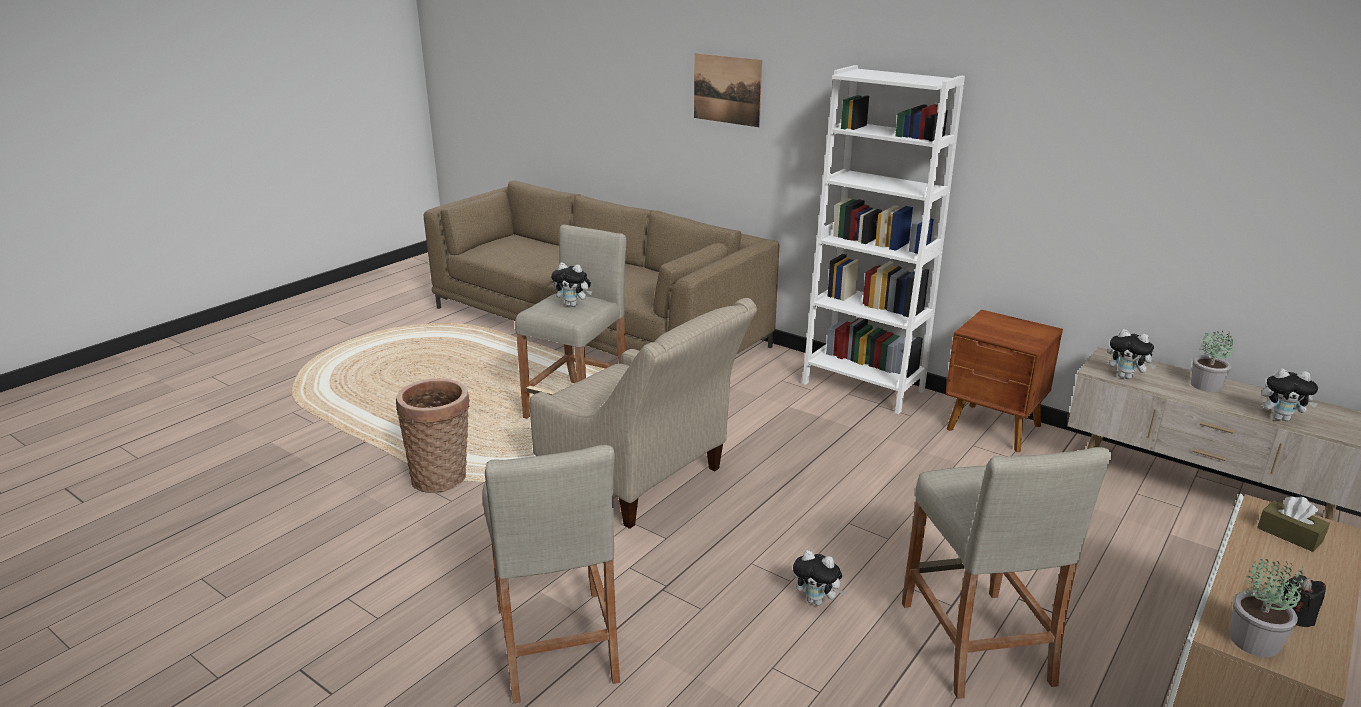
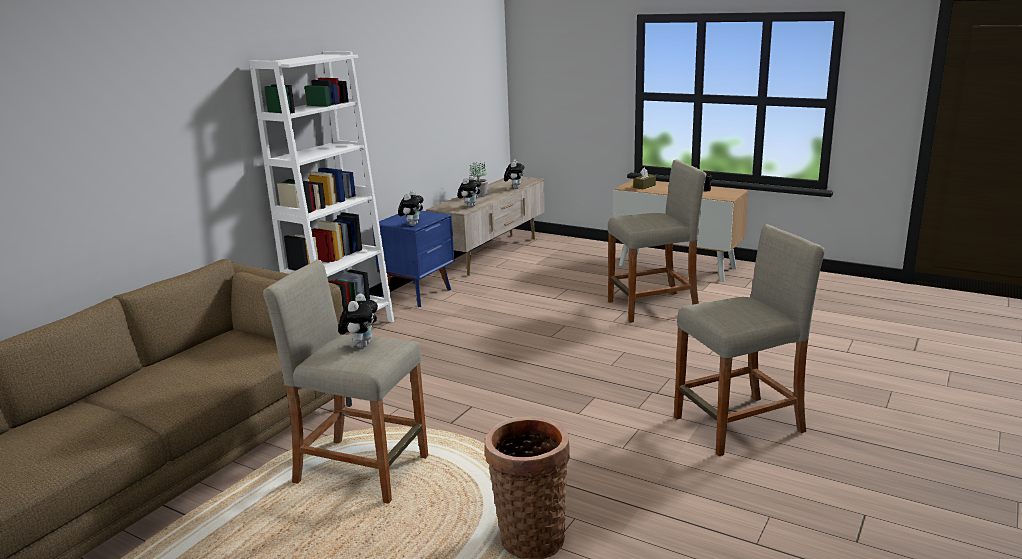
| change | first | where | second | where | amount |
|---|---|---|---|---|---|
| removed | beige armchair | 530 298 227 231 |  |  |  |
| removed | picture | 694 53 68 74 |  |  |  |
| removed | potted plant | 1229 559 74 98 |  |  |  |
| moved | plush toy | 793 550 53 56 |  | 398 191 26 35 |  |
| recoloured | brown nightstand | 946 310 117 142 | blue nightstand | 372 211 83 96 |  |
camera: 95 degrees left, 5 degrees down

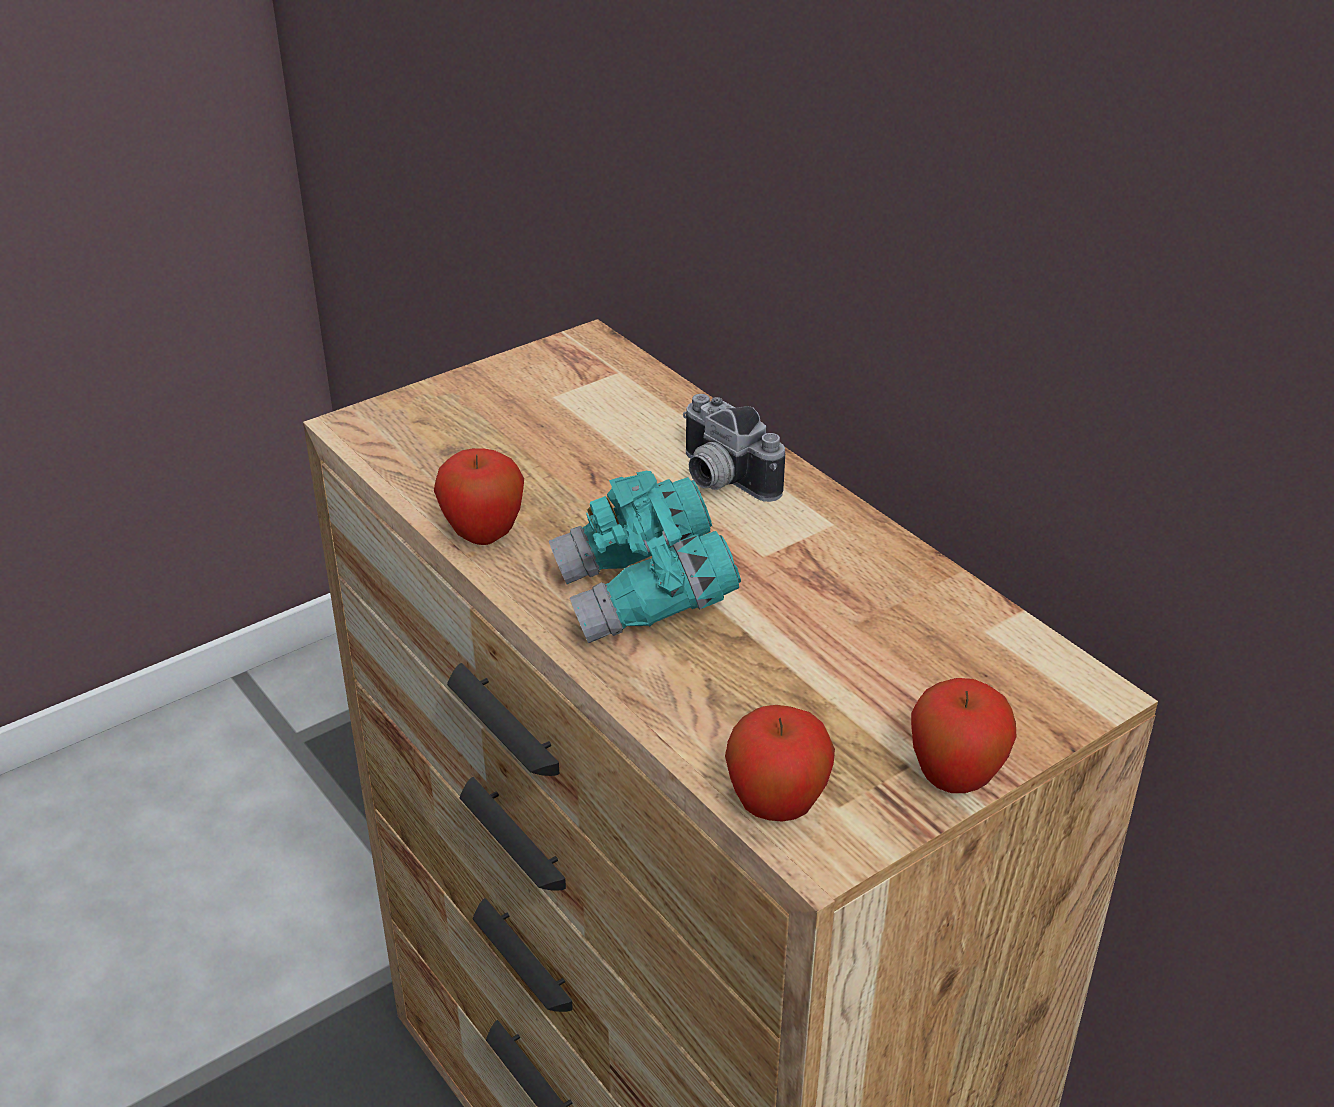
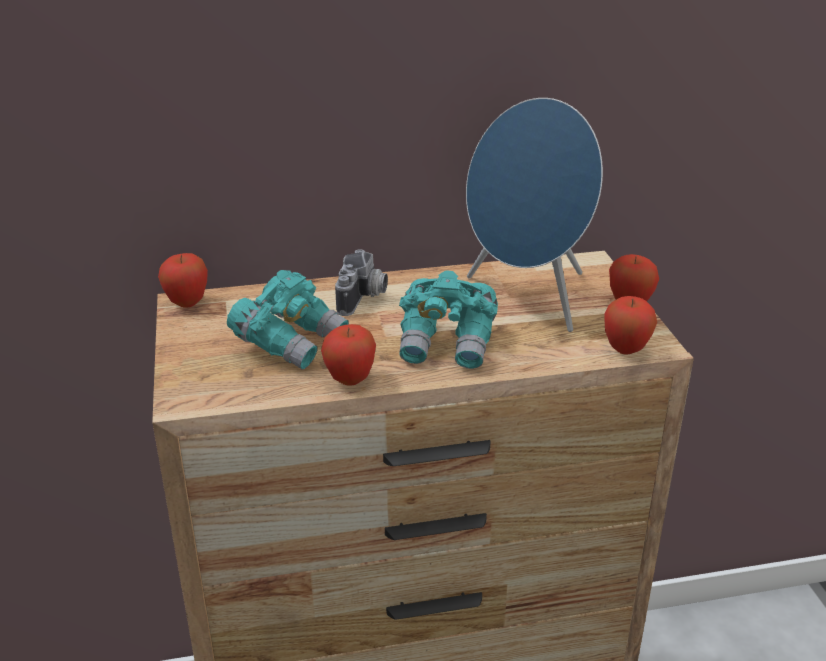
| change | first | where | second | where | amount |
|---|---|---|---|---|---|
| added |  |  | apple | 158 253 50 55 |  |
| added |  |  | turquoise binoculars | 227 270 122 100 |  |
| added |  |  | blue speaker | 466 98 137 234 |  |
| turned | photo camera | 683 394 102 108 |  | 335 249 53 67 | 60 degrees counterclockwise |
camera: 65 degrees left, 5 degrees down

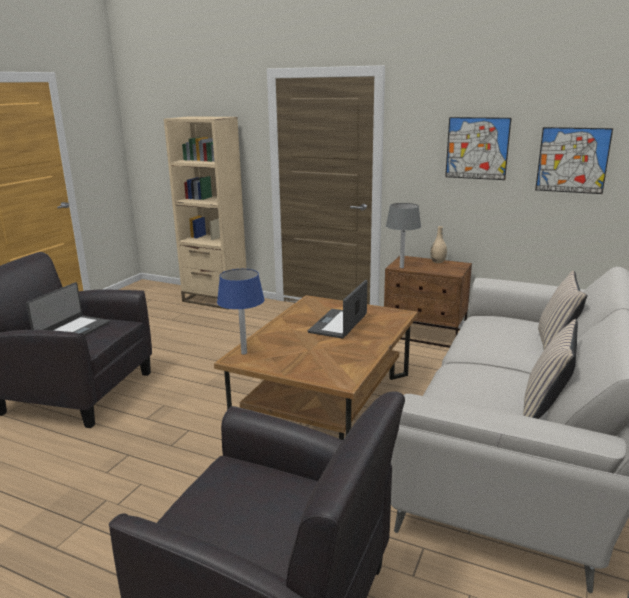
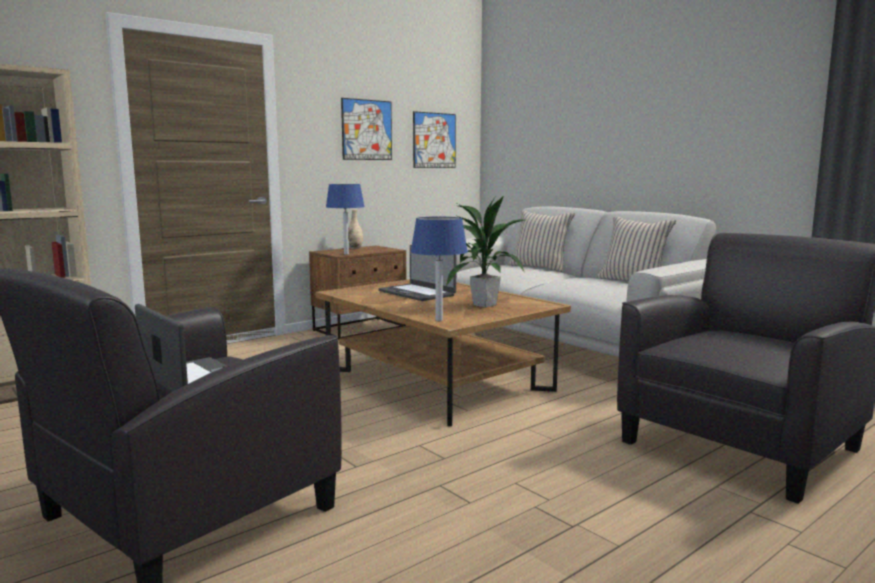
| change | first | where | second | where | amount |
|---|---|---|---|---|---|
| added |  |  | potted plant | 446 195 80 113 |  |
| recoloured | grey table lamp | 386 203 35 65 | blue table lamp | 326 184 39 71 |  |
camera: 65 degrees left, 10 degrees down

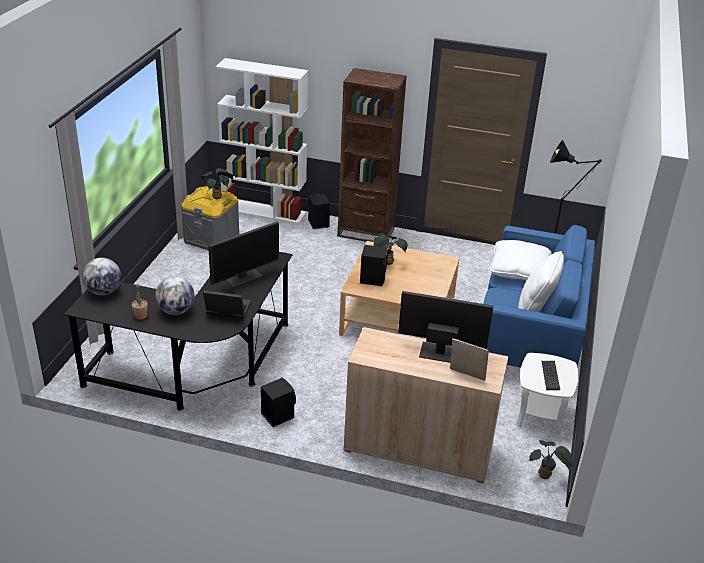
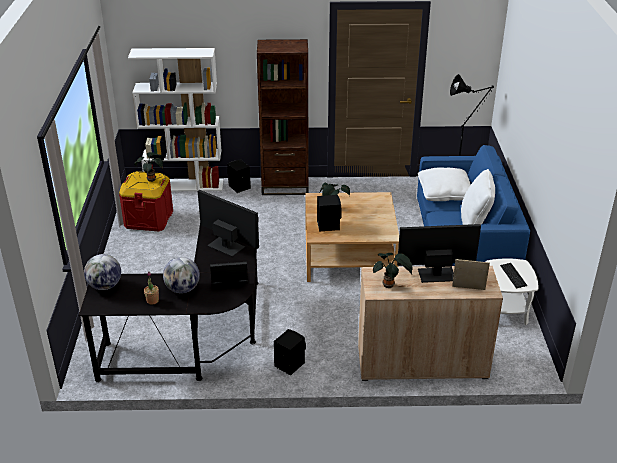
| change | first | where | second | where | amount |
|---|---|---|---|---|---|
| moved | potted plant | 529 440 44 39 |  | 373 253 39 35 |  |
| recoloured | grey storage box | 181 186 58 64 | red storage box | 119 171 54 60 |  |
| turned | monitor | 208 221 71 67 |  | 198 190 61 67 | 90 degrees counterclockwise |
camera: 15 degrees left, 0 degrees up

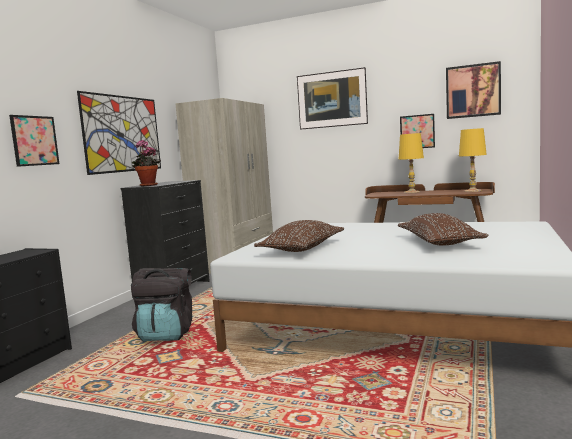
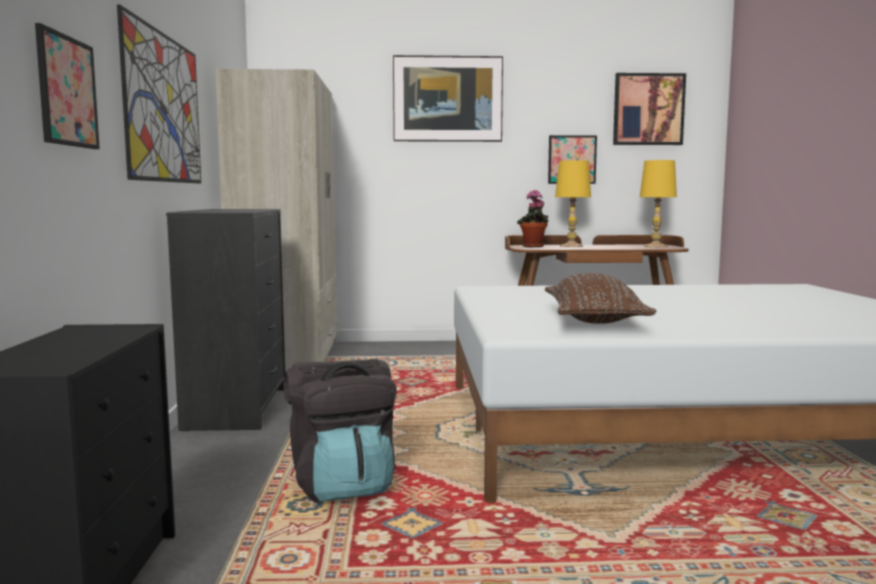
| change | first | where | second | where | amount |
|---|---|---|---|---|---|
| removed | brown pillow | 398 213 90 33 |  |  |  |
| moved | potted plant | 132 140 29 47 |  | 517 190 32 57 |  |
camera: 25 degrees left, 0 degrees up

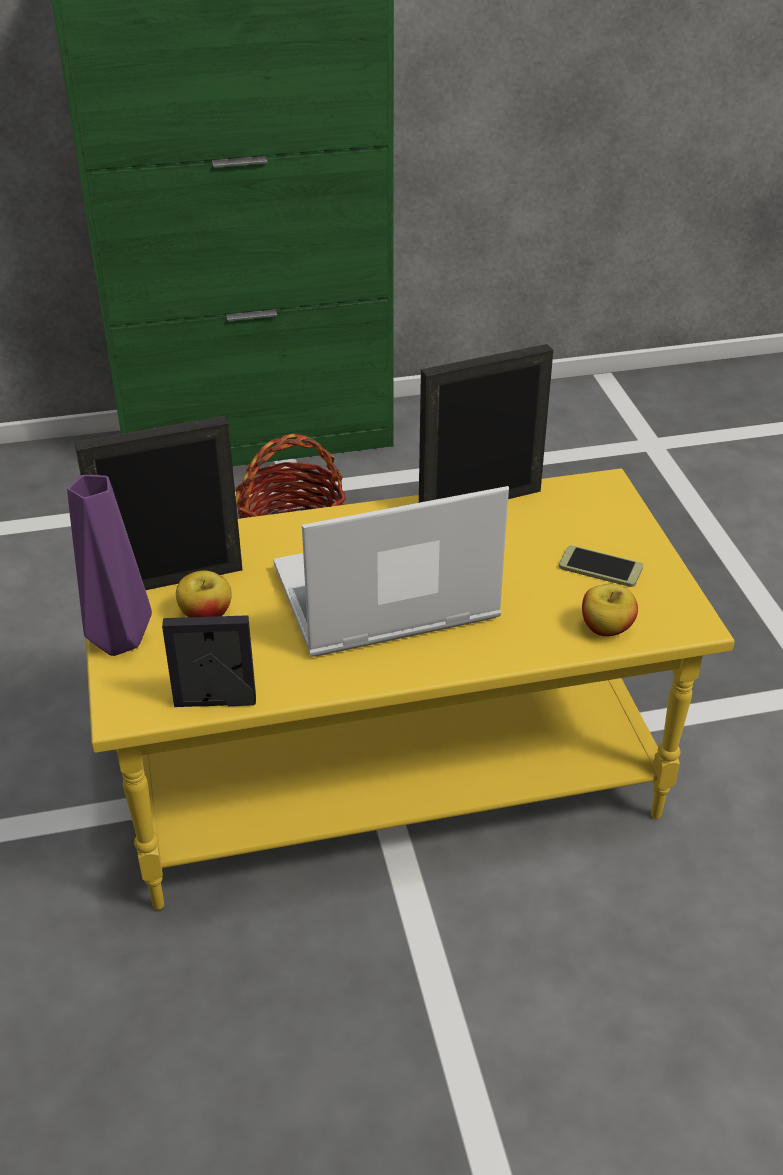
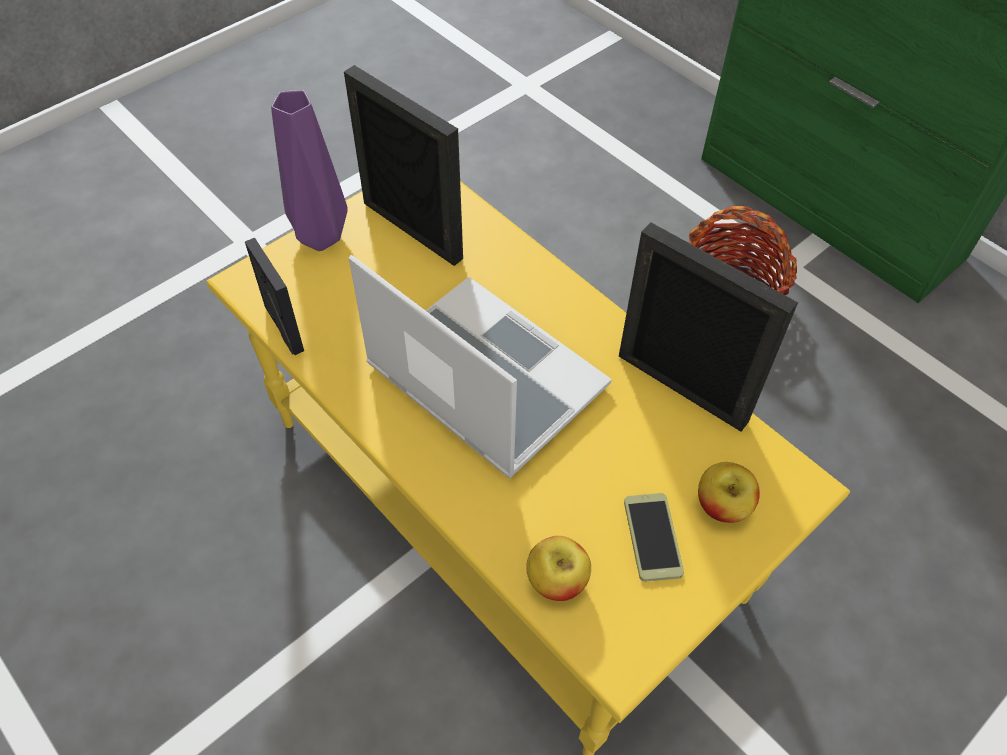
| change | first | where | second | where | amount |
|---|---|---|---|---|---|
| moved | apple | 176 570 56 47 |  | 698 462 62 61 |  |
camera: 60 degrees right, 15 degrees up

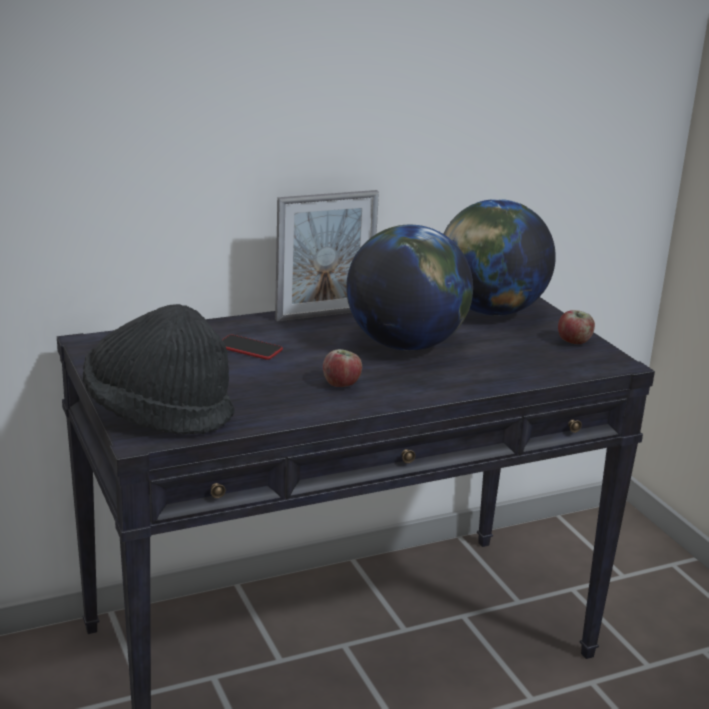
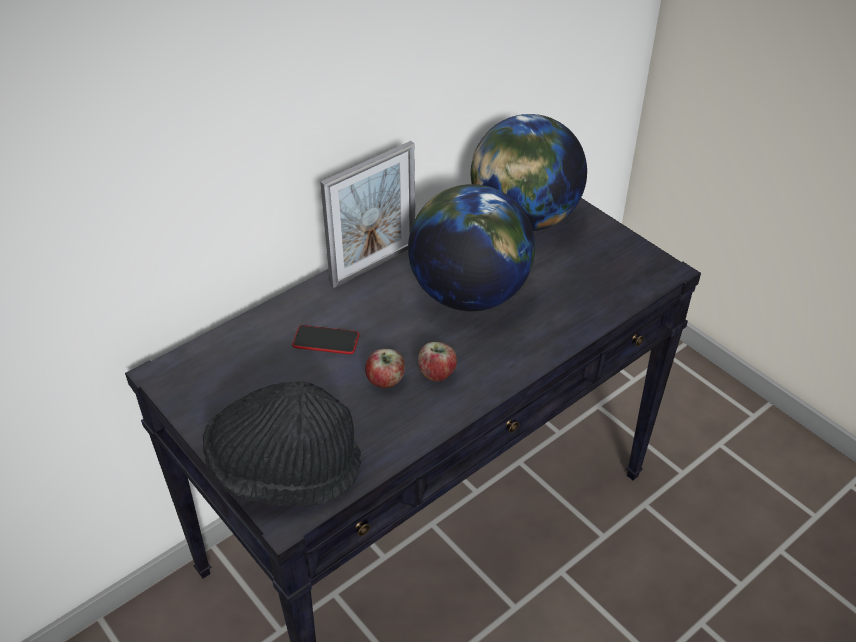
| change | first | where | second | where | amount |
|---|---|---|---|---|---|
| moved | apple | 558 310 37 34 |  | 365 349 40 39 |  |
camera: 15 degrees left, 20 degrees up

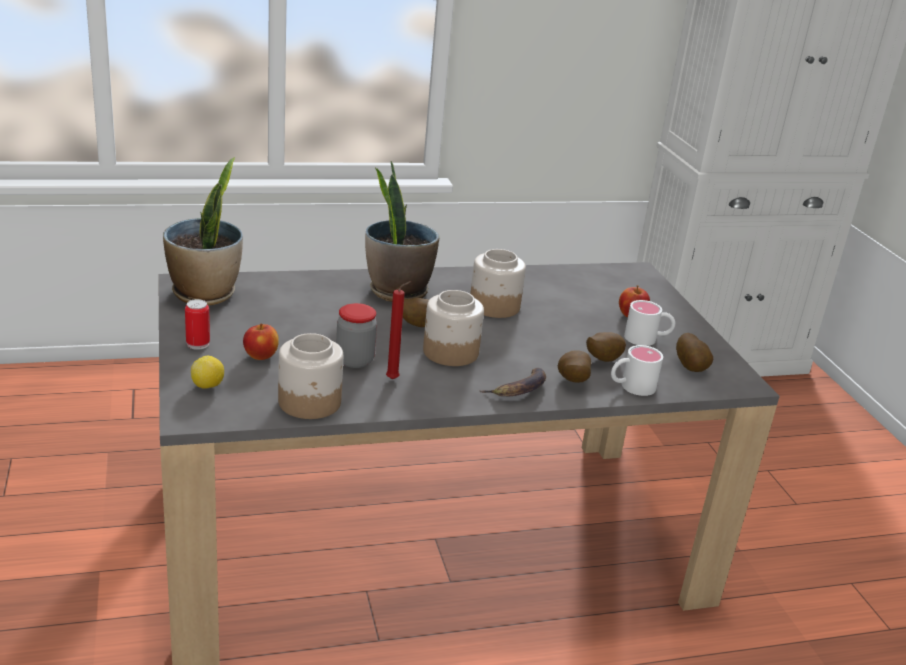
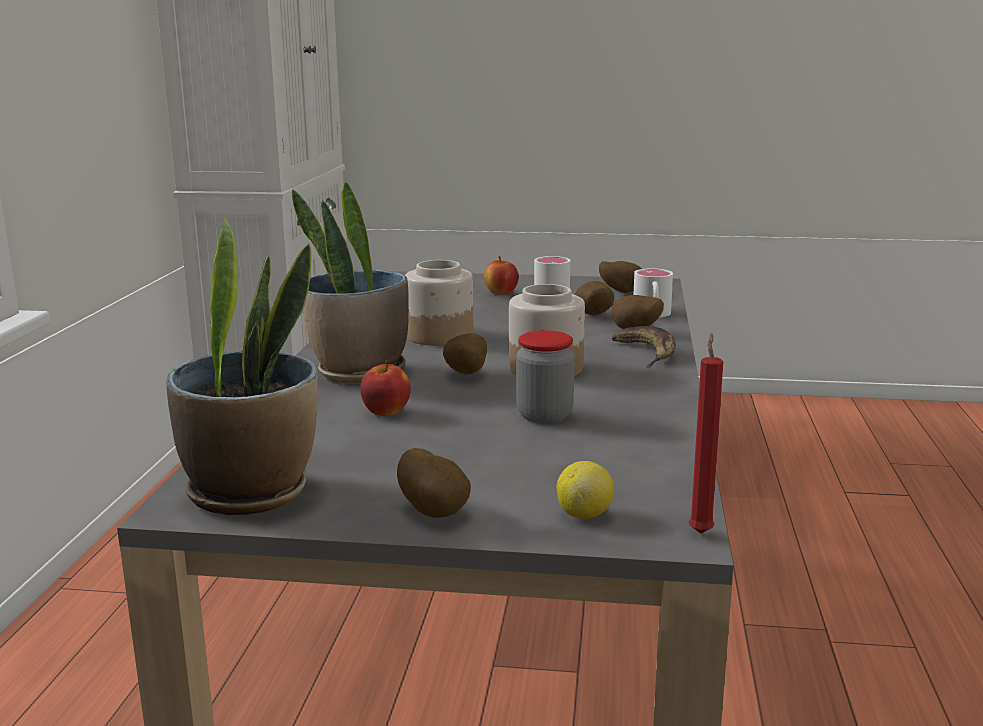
| change | first | where | second | where | amount |
|---|---|---|---|---|---|
| removed | jar | 278 333 65 86 |  |  |  |
| moved | apple | 243 324 36 36 |  | 360 361 51 55 |  |
| moved | red candle | 386 281 26 99 |  | 688 333 35 201 |  |
| replaced | can | 185 299 25 51 | potato | 397 448 74 70 |  |
camera: 65 degrees left, 10 degrees down

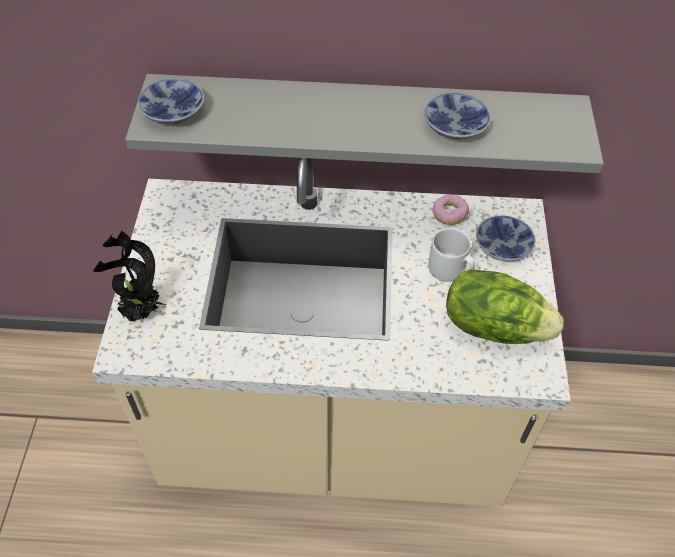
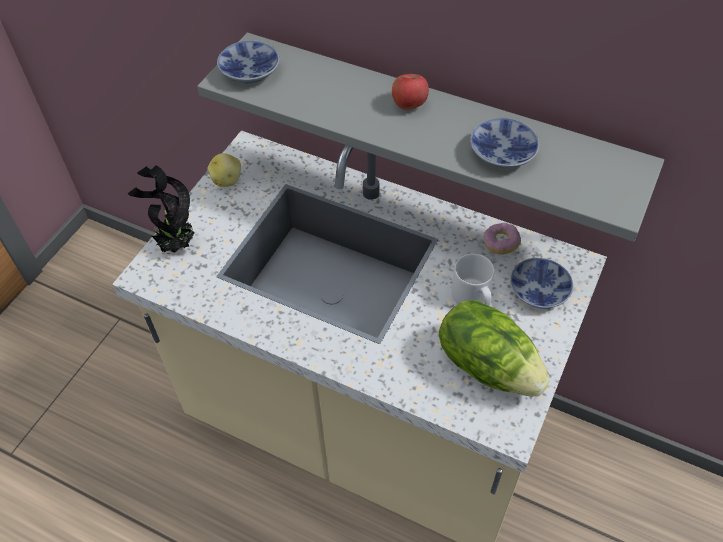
| change | first | where | second | where | amount |
|---|---|---|---|---|---|
| added |  |  | potato | 208 153 33 34 |  |
| added |  |  | apple | 392 74 37 36 |  |
camera: 25 degrees right, 0 degrees up

